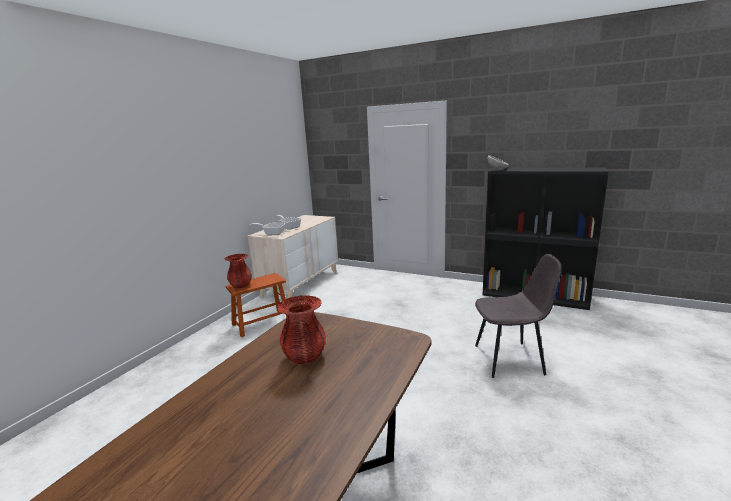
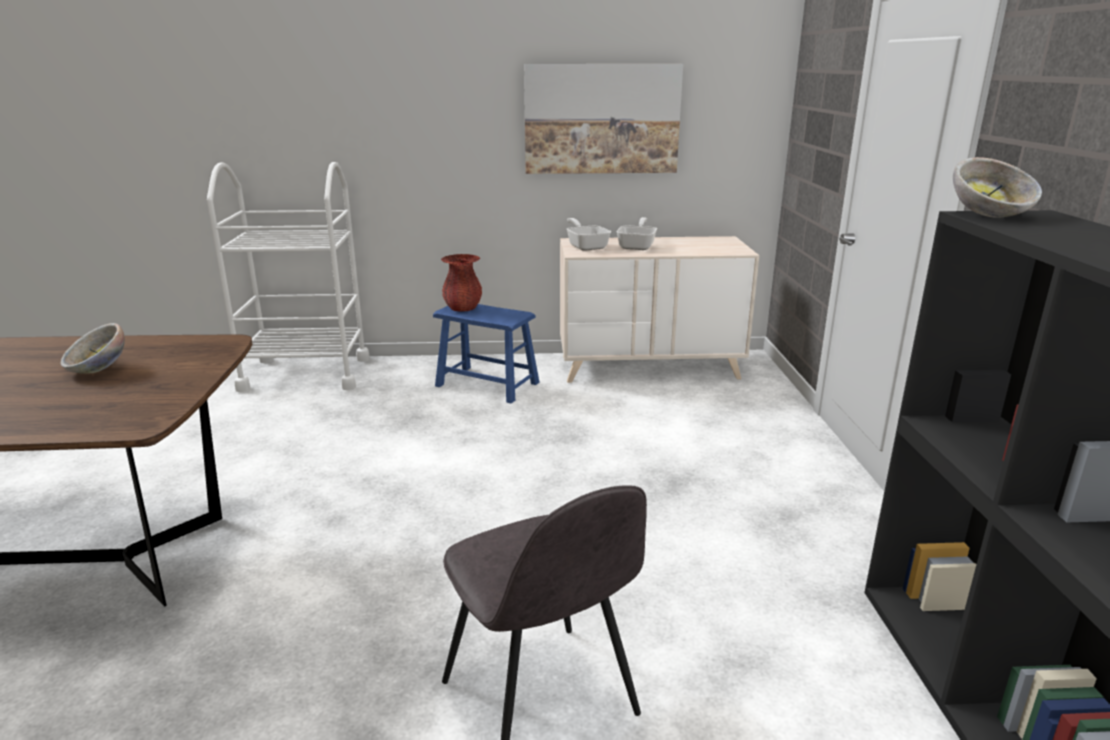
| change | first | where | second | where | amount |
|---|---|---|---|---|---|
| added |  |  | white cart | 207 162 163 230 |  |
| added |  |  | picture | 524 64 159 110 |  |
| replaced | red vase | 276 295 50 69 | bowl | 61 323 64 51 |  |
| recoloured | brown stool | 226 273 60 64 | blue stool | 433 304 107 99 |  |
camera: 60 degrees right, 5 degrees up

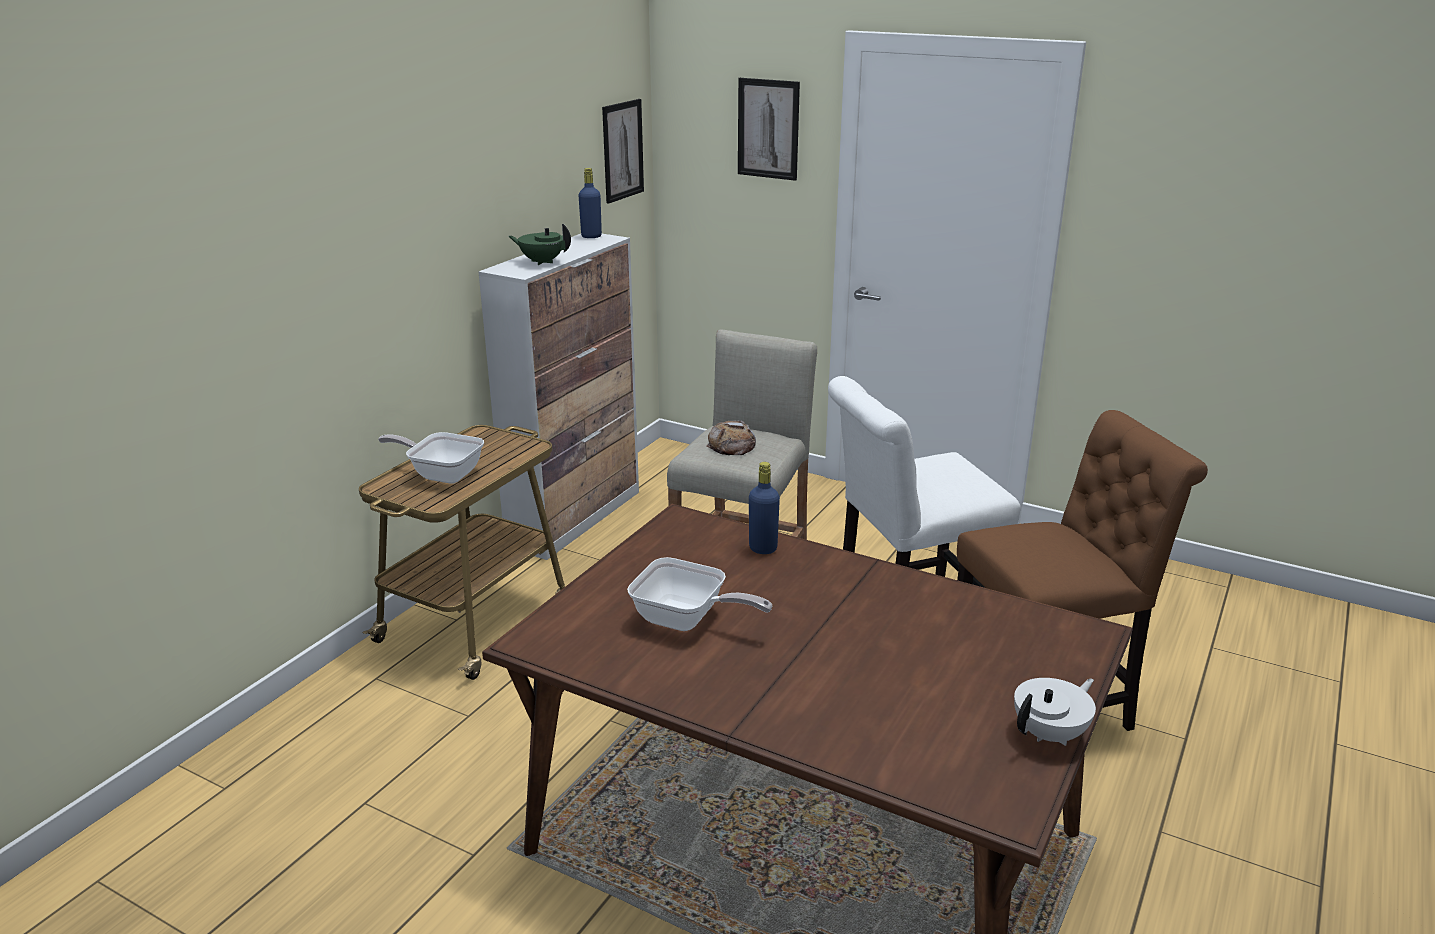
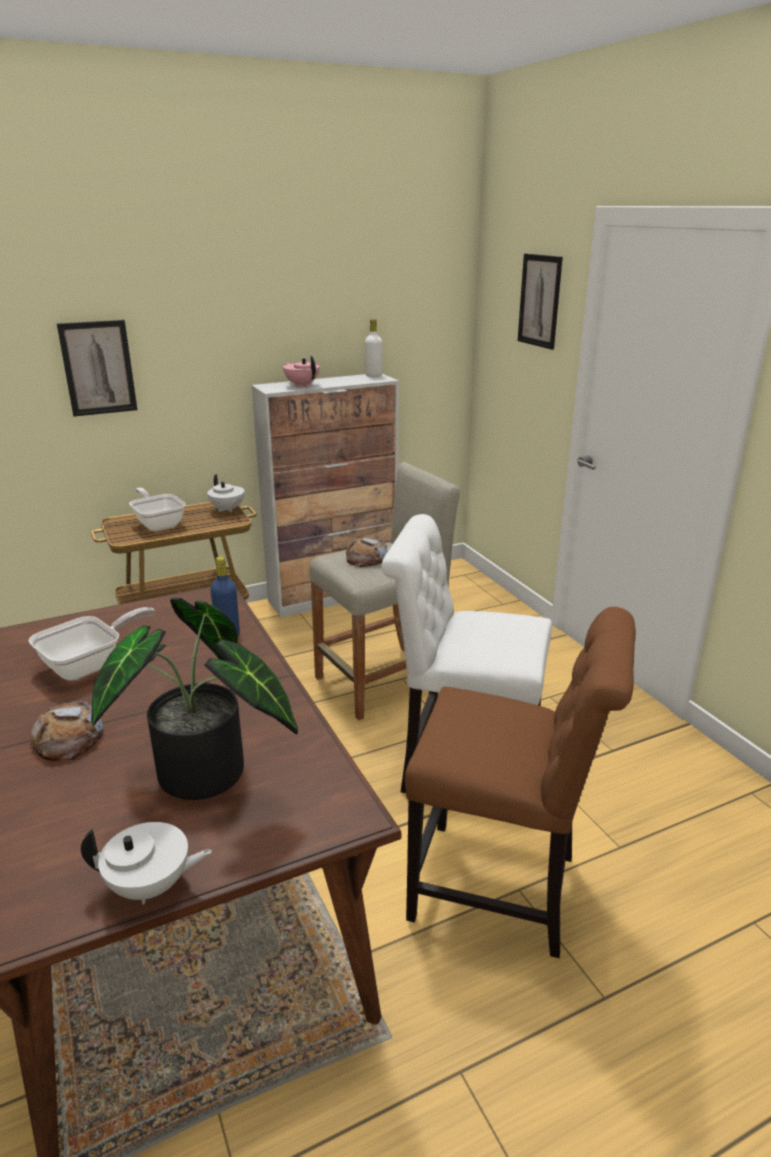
| change | first | where | second | where | amount |
|---|---|---|---|---|---|
| added |  |  | bread | 28 701 76 60 |  |
| added |  |  | potted plant | 91 598 207 202 |  |
| added |  |  | white teapot | 207 474 37 39 |  |
| moved | picture | 602 99 42 105 |  | 57 320 80 97 |  |
| recoloured | green teapot | 509 224 62 41 | pink teapot | 283 356 36 31 |  |
| recoloured | blue bottle | 578 168 24 70 | white bottle | 365 319 17 58 |  |
| turned | frying pan | 627 557 145 74 |  | 29 607 126 73 | 105 degrees counterclockwise |
camera: 35 degrees right, 0 degrees up

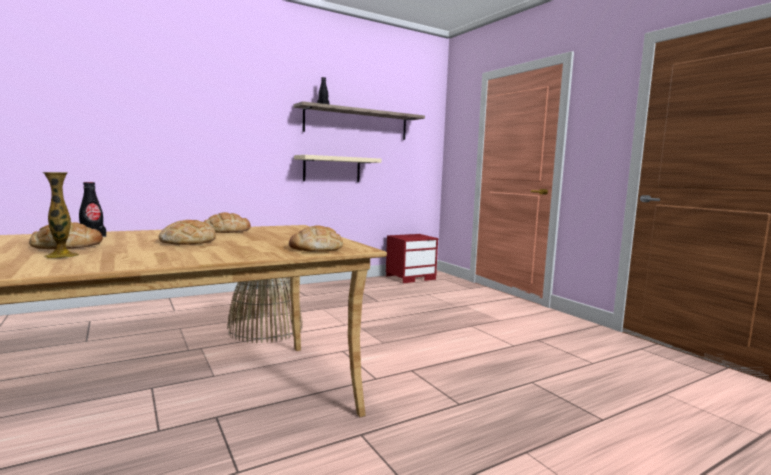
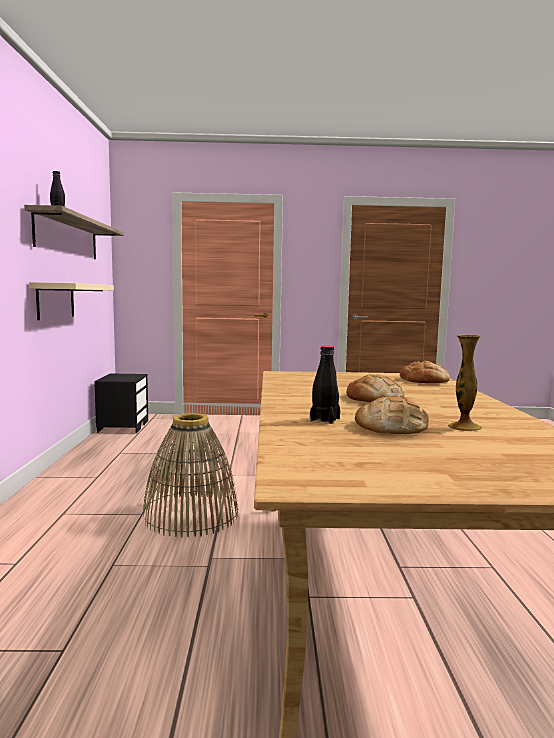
| change | first | where | second | where | amount |
|---|---|---|---|---|---|
| removed | bread | 204 212 47 21 |  |  |  |
| recoloured | red nightstand | 386 234 52 49 | black nightstand | 94 373 54 60 |  |
camera: 60 degrees left, 0 degrees up

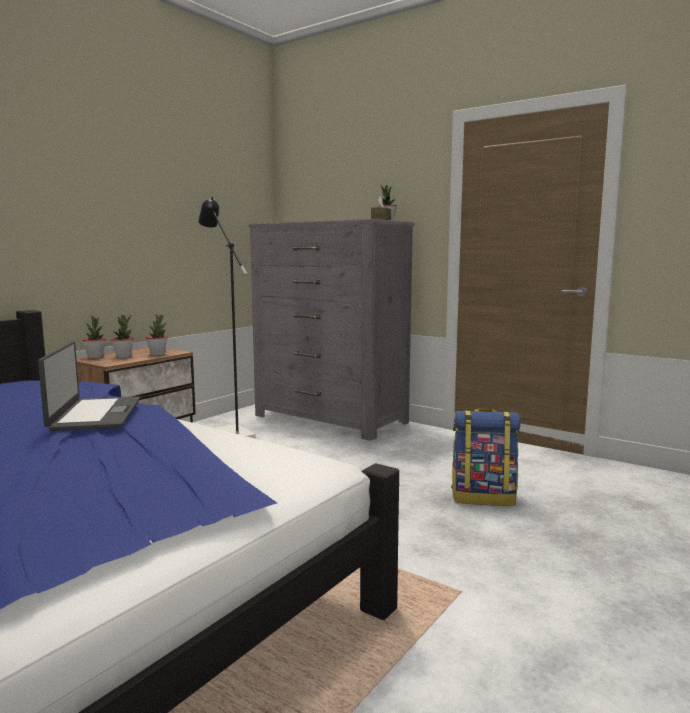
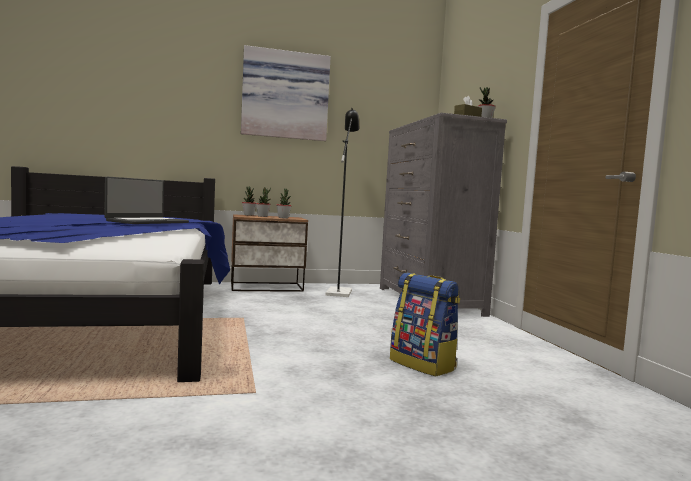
| change | first | where | second | where | amount |
|---|---|---|---|---|---|
| added |  |  | picture | 241 45 90 96 |  |
camera: 40 degrees right, 5 degrees down

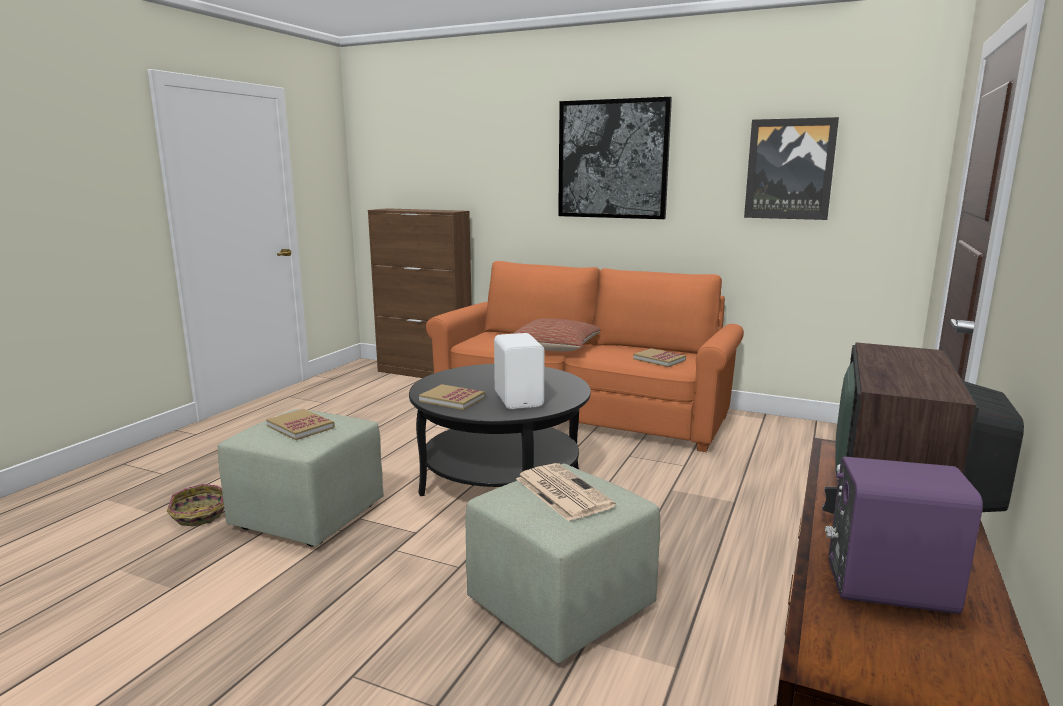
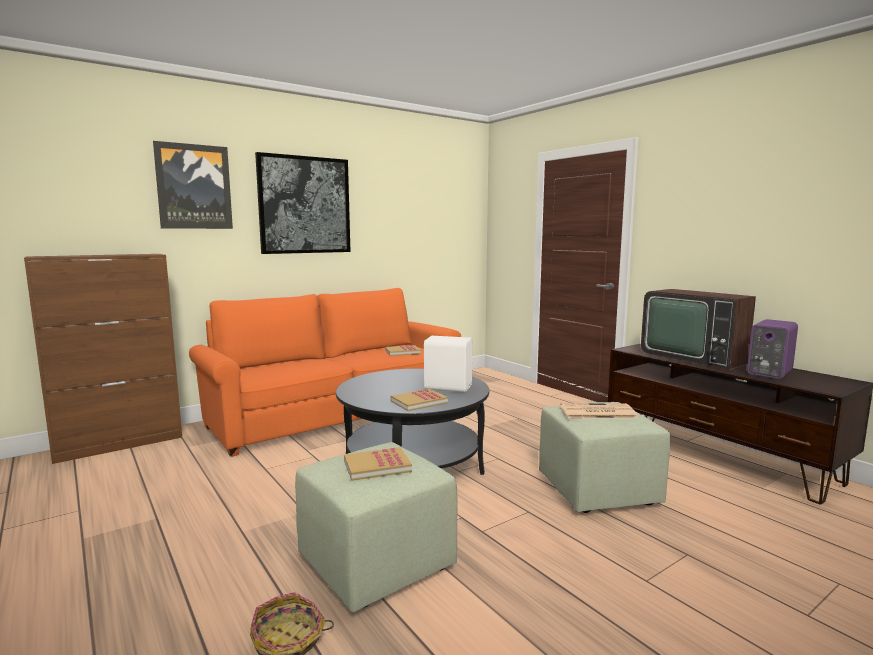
| change | first | where | second | where | amount |
|---|---|---|---|---|---|
| removed | pillow | 512 318 89 33 |  |  |  |
| moved | picture | 744 117 95 103 |  | 153 141 80 88 |  |
camera: 60 degrees left, 5 degrees down

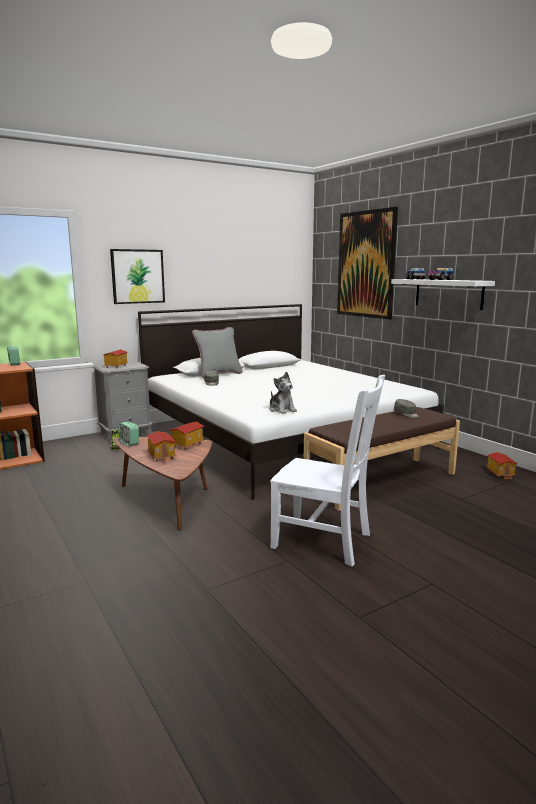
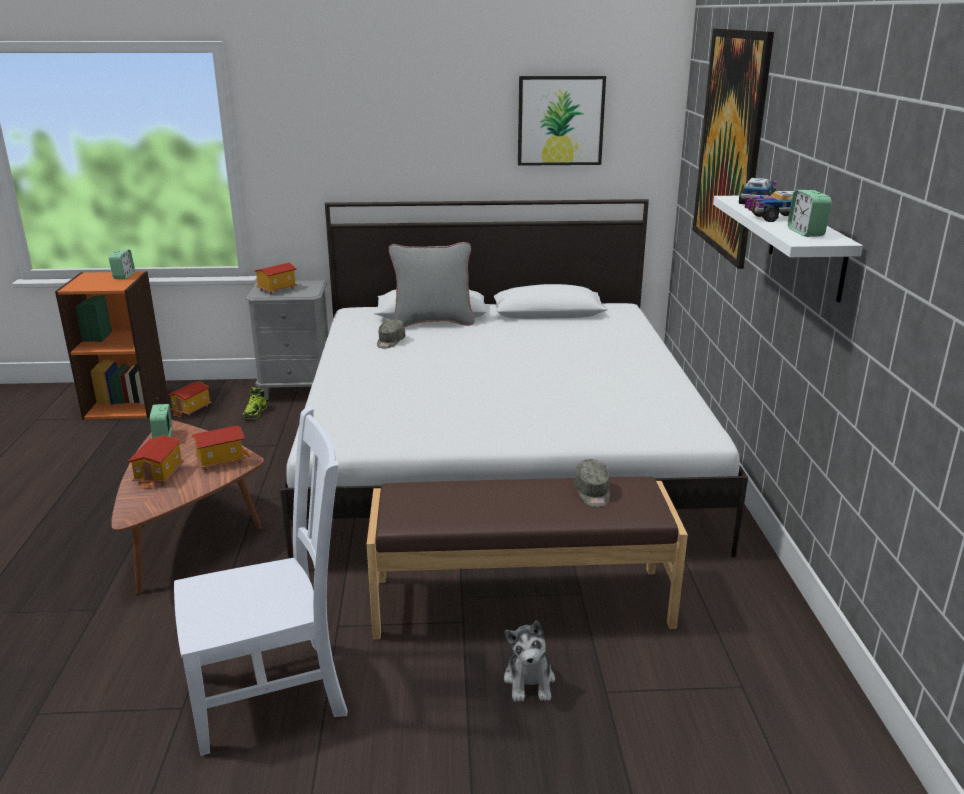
| change | first | where | second | where | amount |
|---|---|---|---|---|---|
| added |  |  | alarm clock | 788 190 44 47 |  |
| moved | picture | 110 249 55 55 |  | 518 76 88 90 |  |
| moved | plush toy | 269 372 28 42 |  | 504 621 51 81 |  |
| moved | toy house | 486 452 32 28 |  | 168 382 44 35 |  |
| turned | white chair | 270 375 115 191 |  | 174 406 173 350 | 75 degrees counterclockwise |
camera: 30 degrees right, 10 degrees up

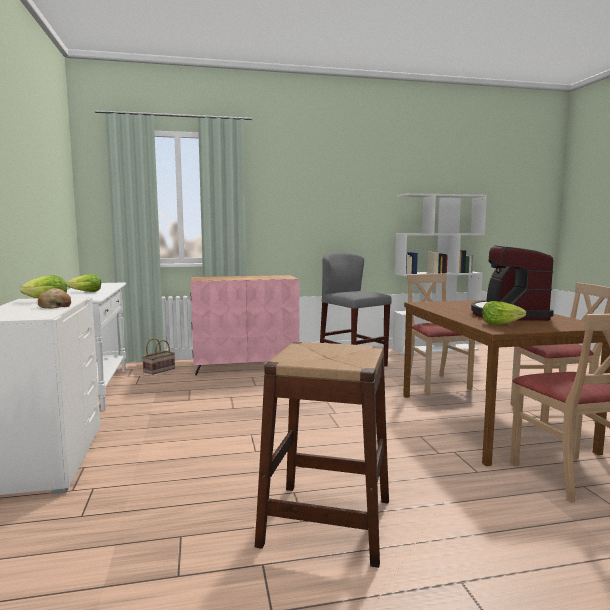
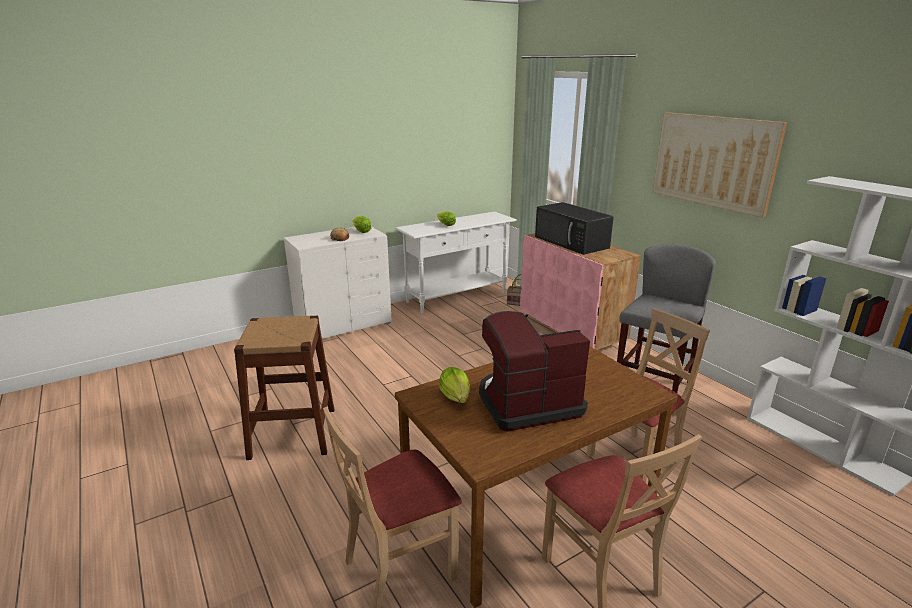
| change | first | where | second | where | amount |
|---|---|---|---|---|---|
| added |  |  | black microwave | 535 202 79 53 |  |
| added |  |  | picture | 652 112 135 106 |  |
camera: 70 degrees right, 15 degrees up

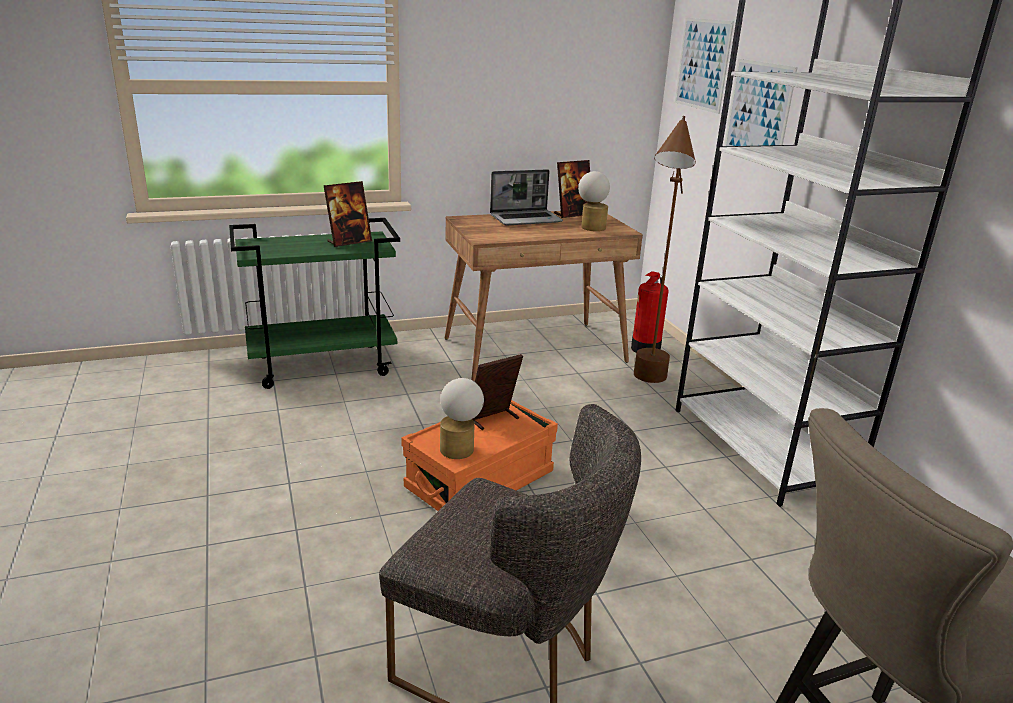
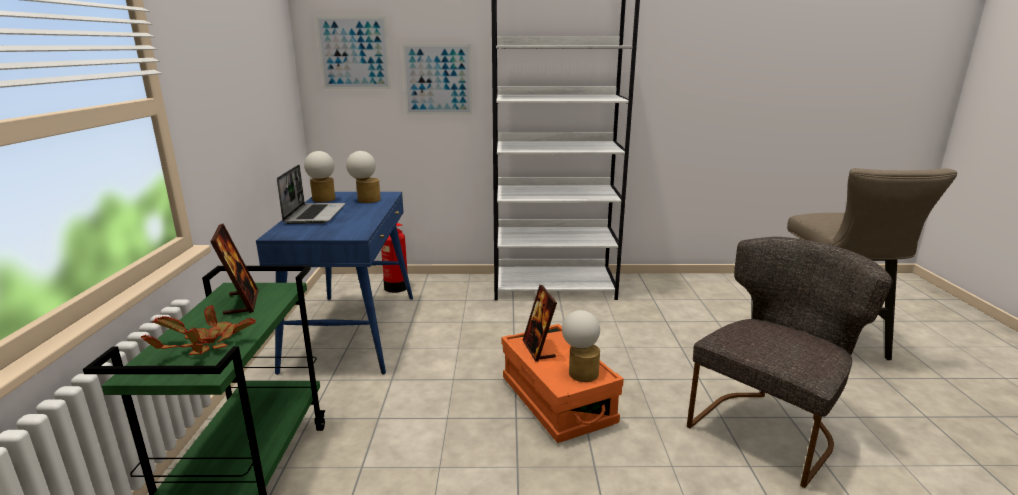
| change | first | where | second | where | amount |
|---|---|---|---|---|---|
| removed | brown floor lamp | 634 116 62 267 |  |  |  |
| added |  |  | potted plant | 141 305 115 50 |  |
| replaced | picture frame | 554 160 36 58 | table lamp | 304 151 31 51 |  |
| recoloured | brown desk | 445 211 198 170 | blue desk | 256 192 157 183 |  |
camera: 70 degrees left, 5 degrees down

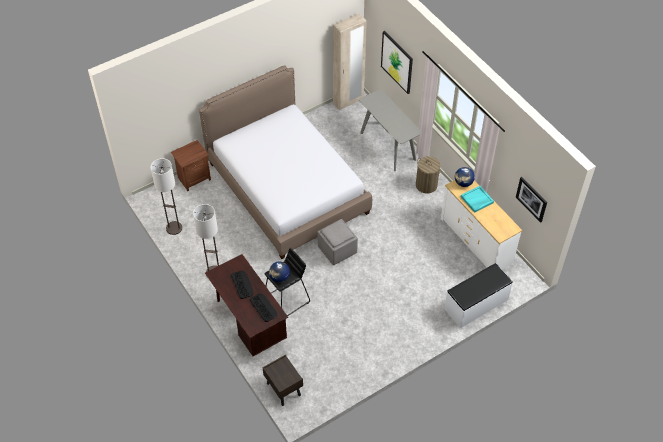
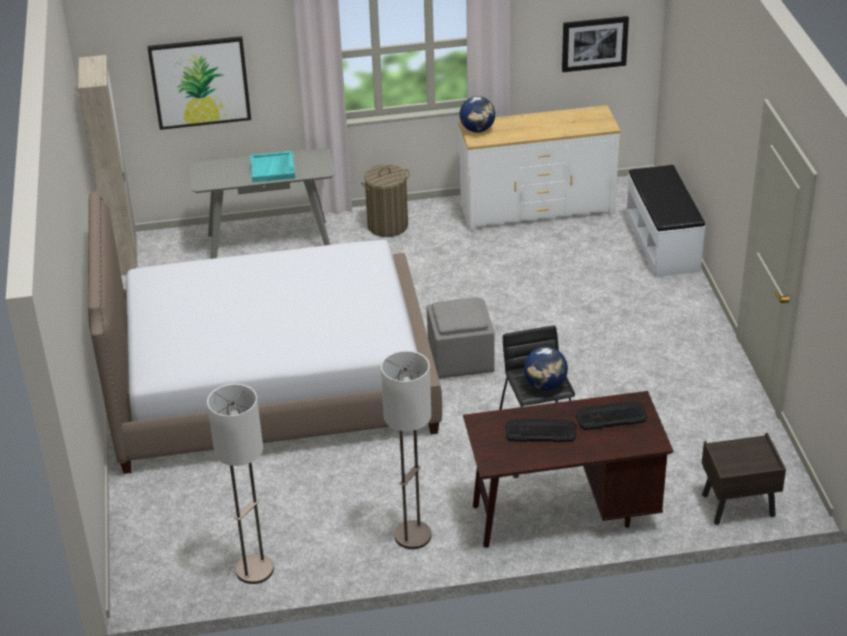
| change | first | where | second | where | amount |
|---|---|---|---|---|---|
| removed | brown nightstand | 171 140 40 51 |  |  |  |
| moved | turquoise tray | 461 186 33 27 |  | 250 151 45 31 |  |
camera: 65 degrees left, 15 degrees down

